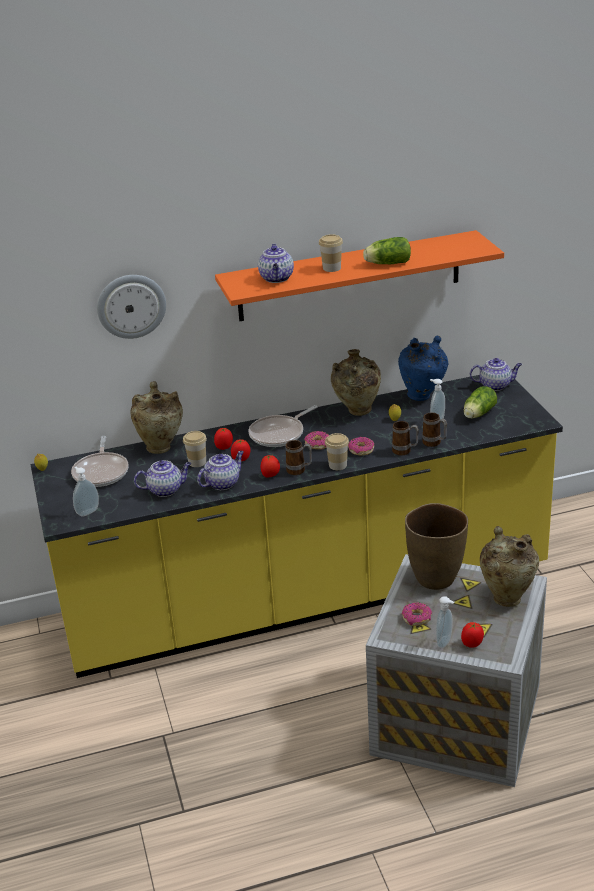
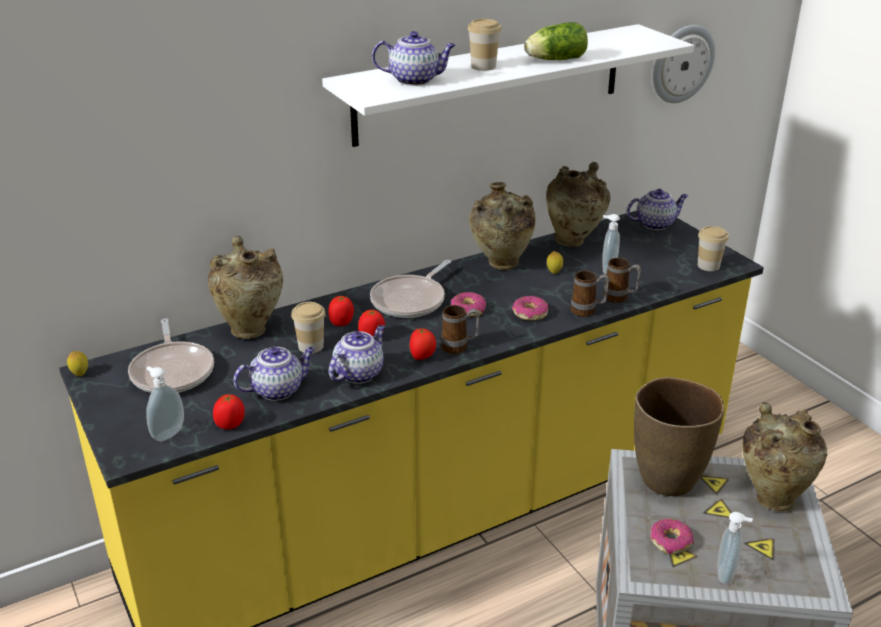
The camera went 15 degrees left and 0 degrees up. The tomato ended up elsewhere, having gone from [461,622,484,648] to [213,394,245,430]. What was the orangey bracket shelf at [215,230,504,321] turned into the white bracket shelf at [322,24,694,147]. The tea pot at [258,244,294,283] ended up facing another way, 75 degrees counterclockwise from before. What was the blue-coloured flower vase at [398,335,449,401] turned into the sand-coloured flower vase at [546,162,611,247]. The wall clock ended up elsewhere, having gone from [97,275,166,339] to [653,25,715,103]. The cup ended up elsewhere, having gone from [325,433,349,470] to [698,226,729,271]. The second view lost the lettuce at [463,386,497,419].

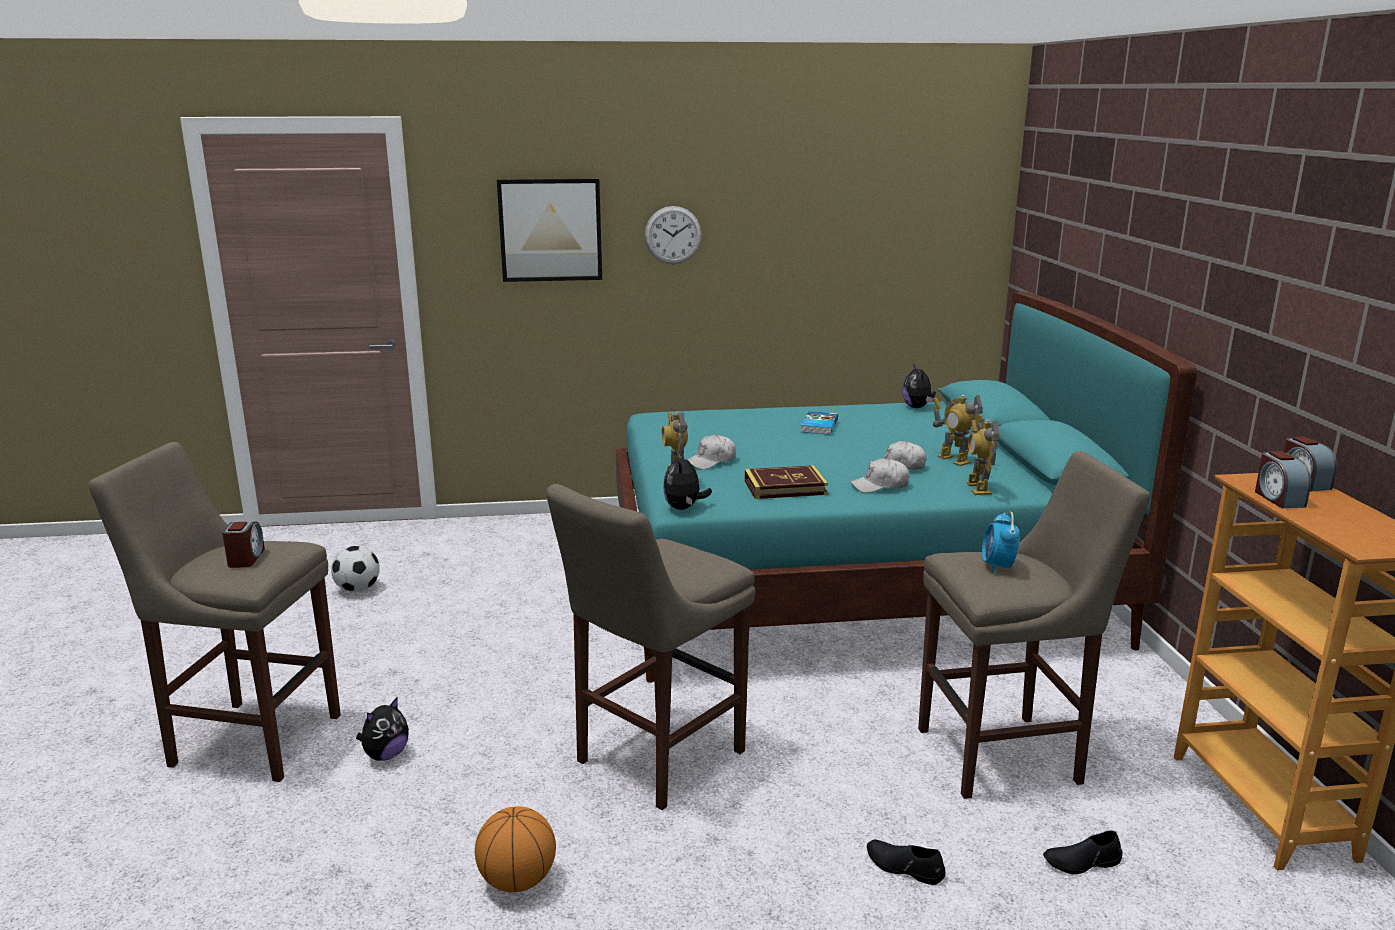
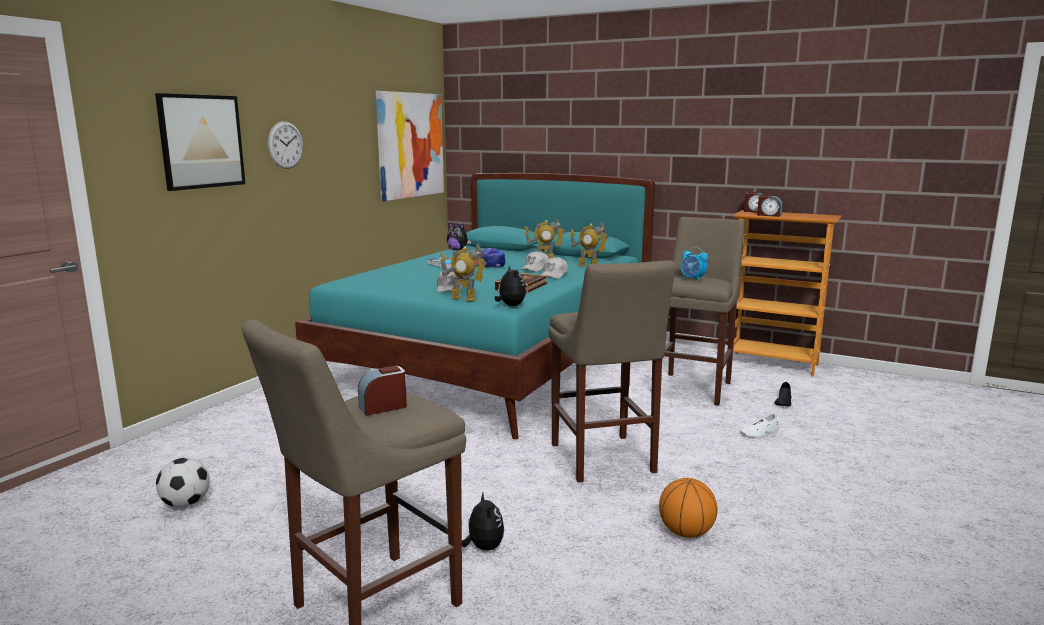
The camera went 55 degrees left and 5 degrees down. The bedside clock at [222,521,265,568] ended up facing another way, 60 degrees counterclockwise from before. The second view gained the wall picture at [376,91,444,201]. The second view gained the baseball cap at [475,248,505,267]. The cuddly toy at [663,450,712,510] ended up facing another way, 150 degrees counterclockwise from before. What was the black-coloured low shoe at [867,840,946,885] turned into the white low shoe at [740,414,779,438].

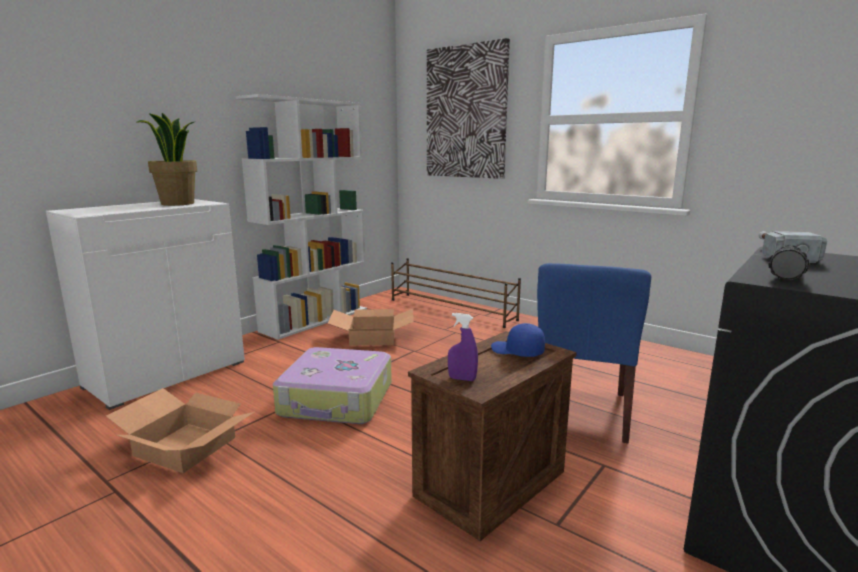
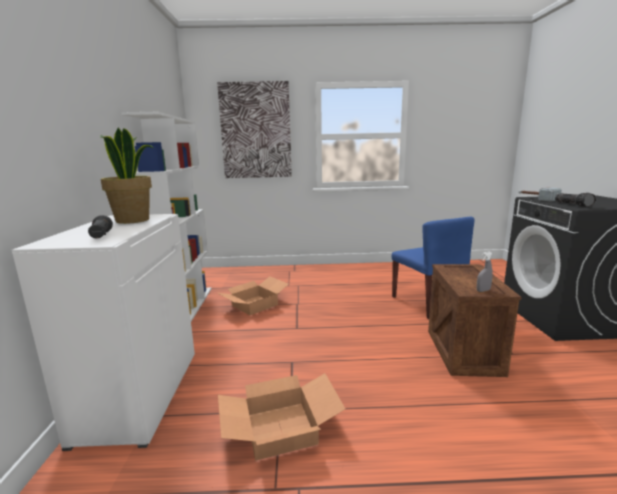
The camera went 40 degrees left and 0 degrees up. The second view gained the black-coloured flashlight at [88,215,113,238]. What was the purplish hand sprayer at [448,313,478,381] turned into the greyish hand sprayer at [477,252,493,292]. The second view lost the suitcase at [273,347,392,424]. The second view lost the brown-coloured shoe stand at [391,258,521,328]. The second view lost the blue-coloured baseball cap at [491,323,545,357].

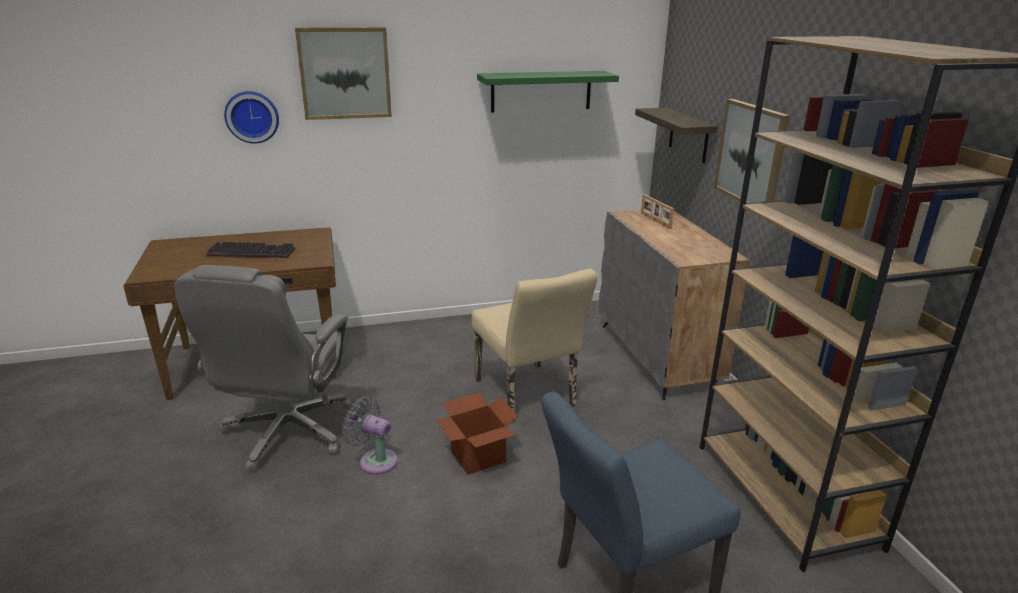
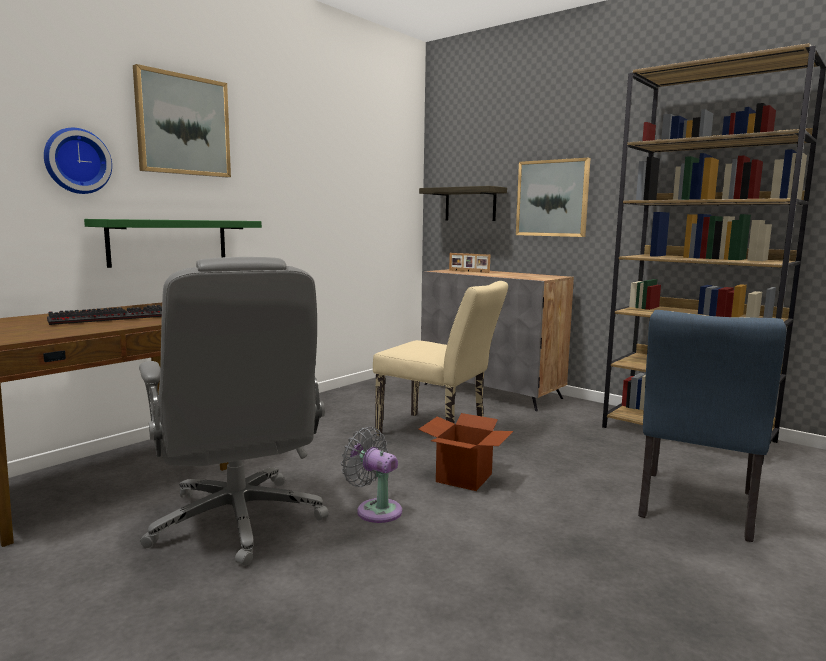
The camera went 35 degrees left and 15 degrees down. The green bracket shelf ended up elsewhere, having gone from [477,71,619,112] to [84,219,262,268]. The greyish cooling fan at [342,396,398,475] ended up facing another way, 45 degrees clockwise from before.

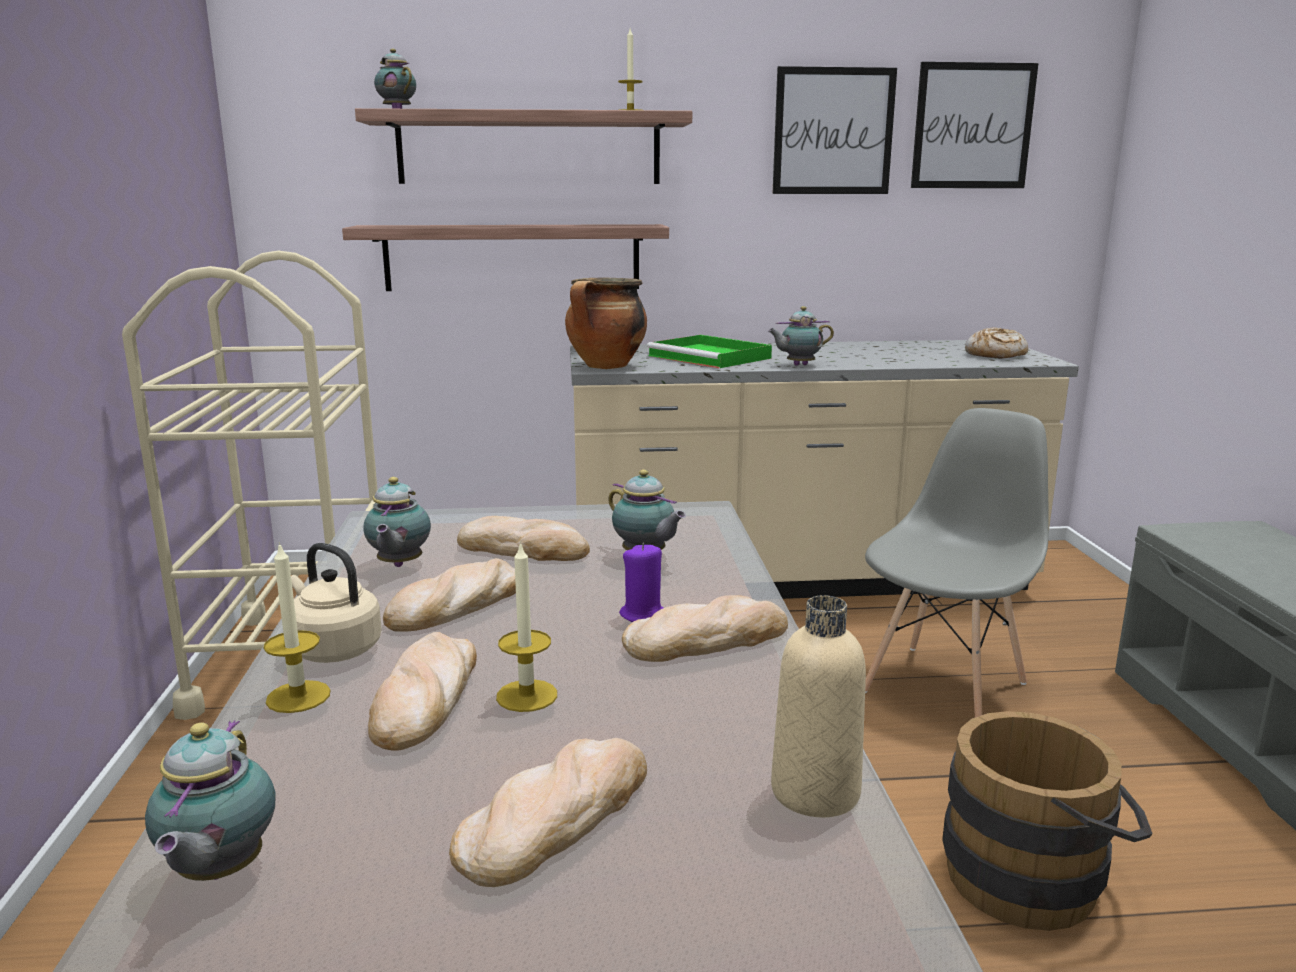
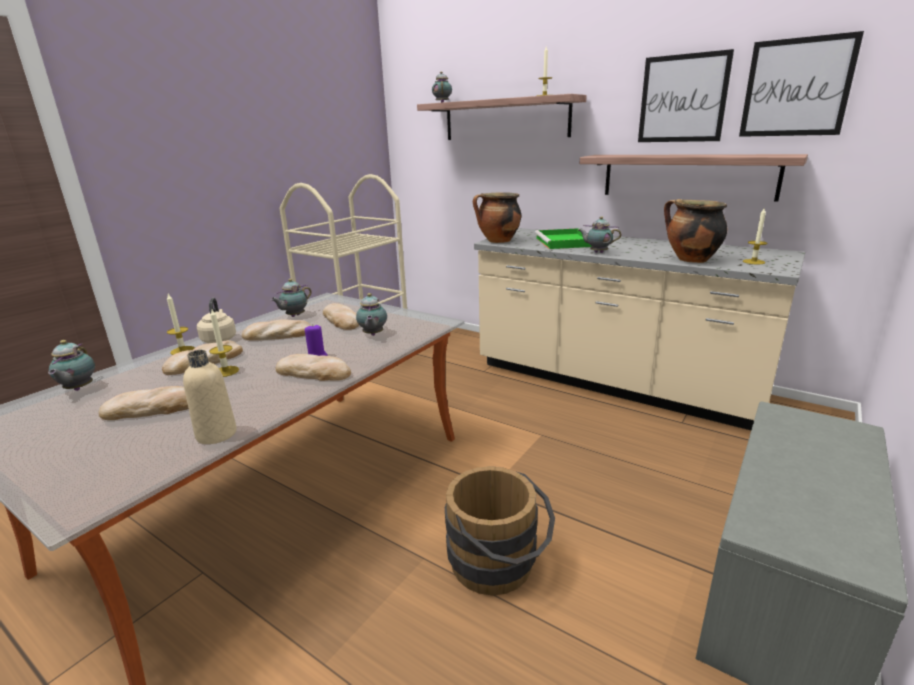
The camera went 40 degrees right and 5 degrees up. The tea pot at [145,720,275,881] ended up facing another way, 45 degrees counterclockwise from before. The bracket shelf ended up elsewhere, having gone from [342,224,669,291] to [579,154,808,202]. The second view gained the stockpot at [664,199,728,263]. Where the baked bread stood at [965,327,1028,358], the candle came to stand at [743,208,767,264]. The second view lost the greyish chair at [865,408,1049,717].

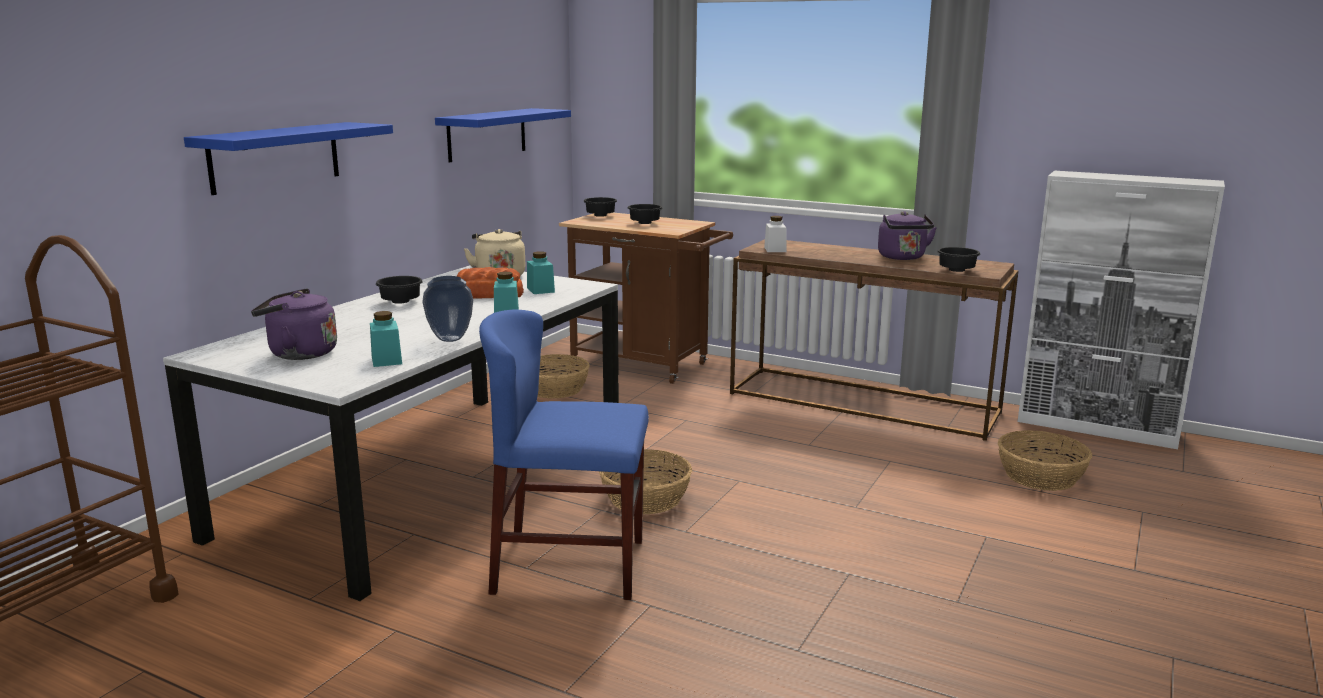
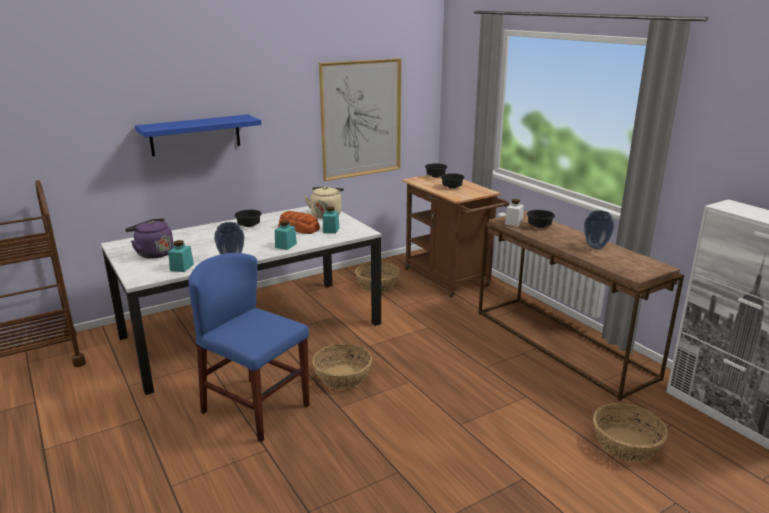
The camera went 30 degrees right and 5 degrees up. Where the blue-coloured bracket shelf hung at [435,108,571,162], the wall picture came to hang at [319,58,402,181]. The black-coloured bowl ended up elsewhere, having gone from [937,247,980,272] to [527,210,555,228]. Where the purplish kettle stood at [878,211,937,260], the flower vase came to stand at [584,210,614,249].

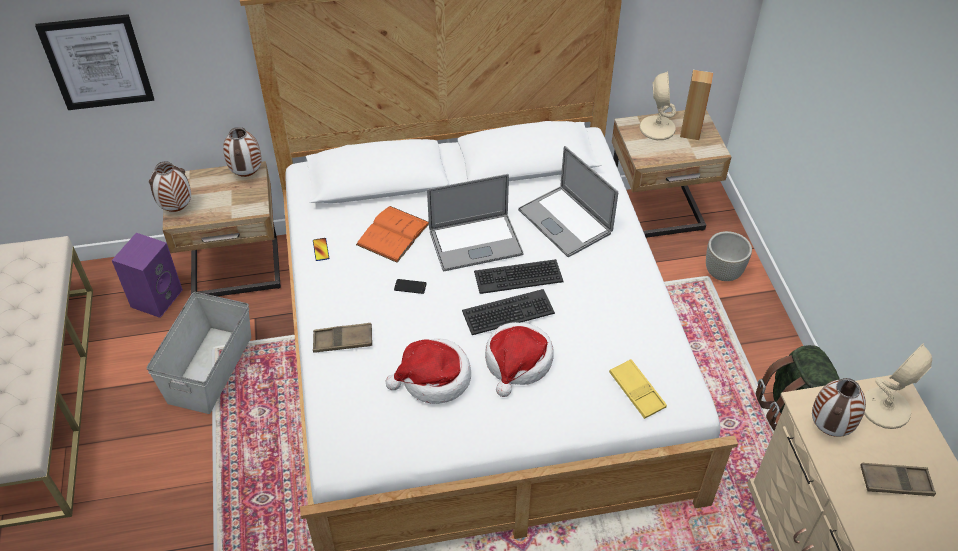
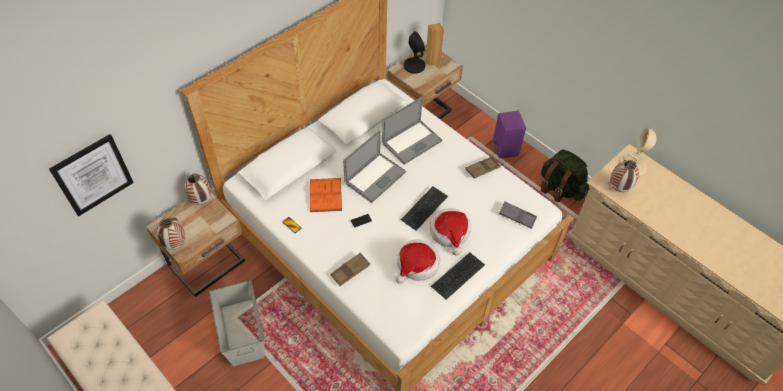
The camera went 35 degrees left and 5 degrees up. The notebook computer at [518,146,618,257] ended up facing another way, 60 degrees counterclockwise from before. What was the sand-coloured table lamp at [640,71,676,140] turned into the black-coloured table lamp at [404,31,426,73]. The PC keyboard ended up elsewhere, having gone from [474,259,564,294] to [431,252,485,300]. The brown-coloured carrying tray ended up elsewhere, having gone from [860,463,936,496] to [465,156,501,179]. The purplish audio speaker ended up elsewhere, having gone from [112,233,183,318] to [493,111,526,158]. What was the yellow-coloured carrying tray at [609,359,667,419] turned into the greyish carrying tray at [499,202,537,229]. The second view lost the greyish planter at [706,231,752,281].

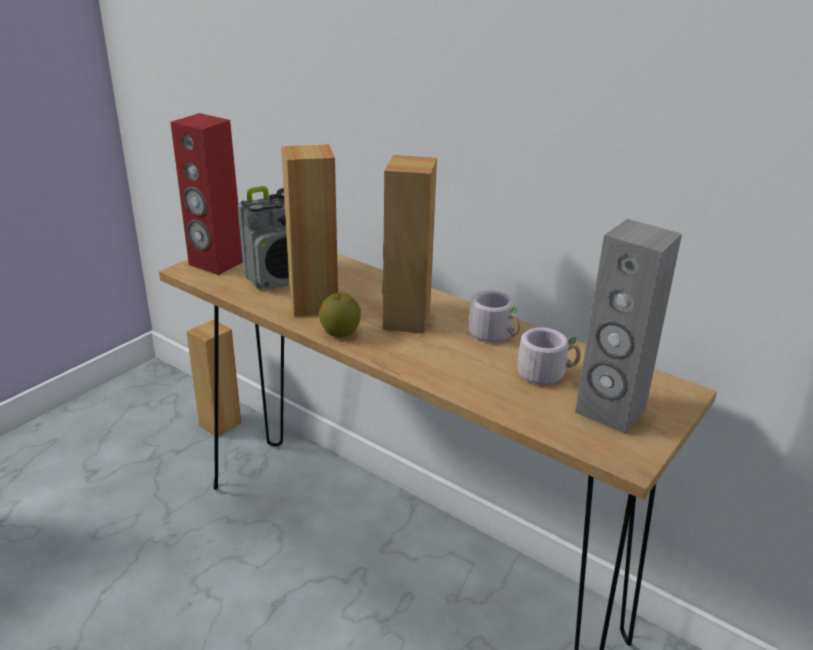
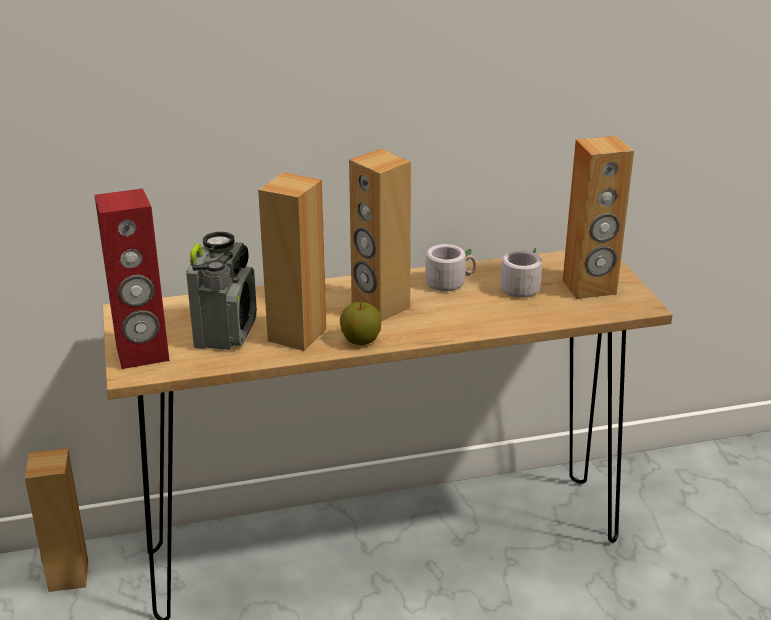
The camera went 50 degrees left and 0 degrees up. What was the greyish audio speaker at [575,219,682,434] turned into the brown-coloured audio speaker at [563,136,634,299].

